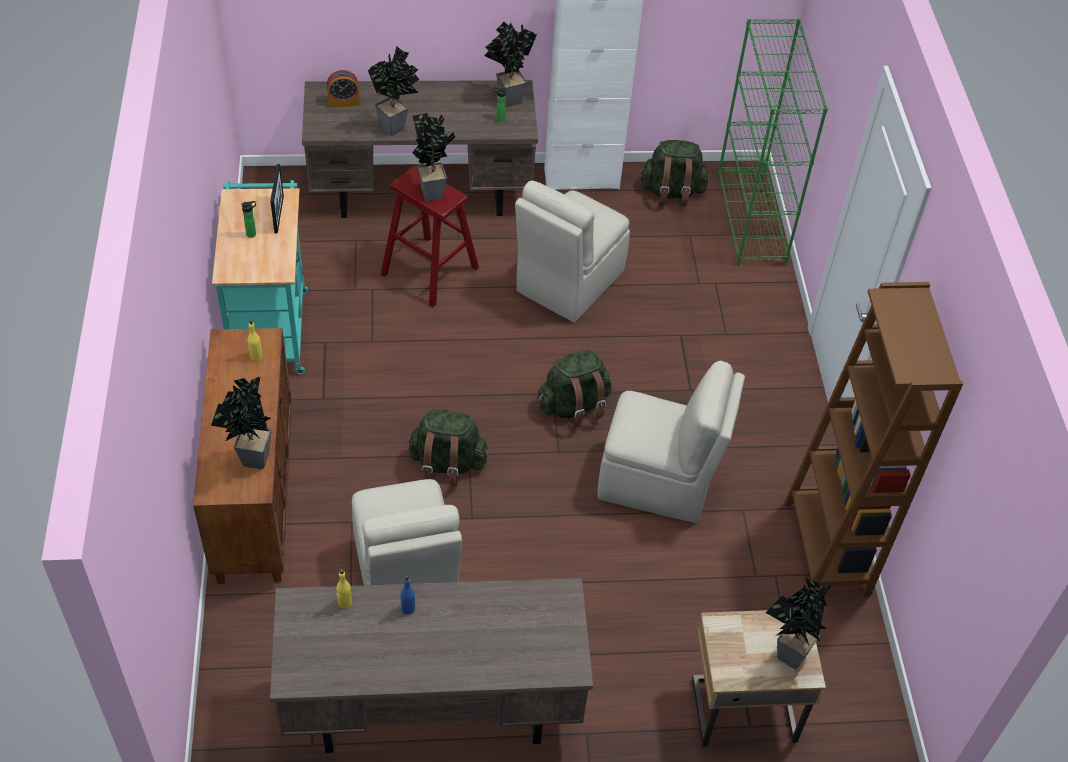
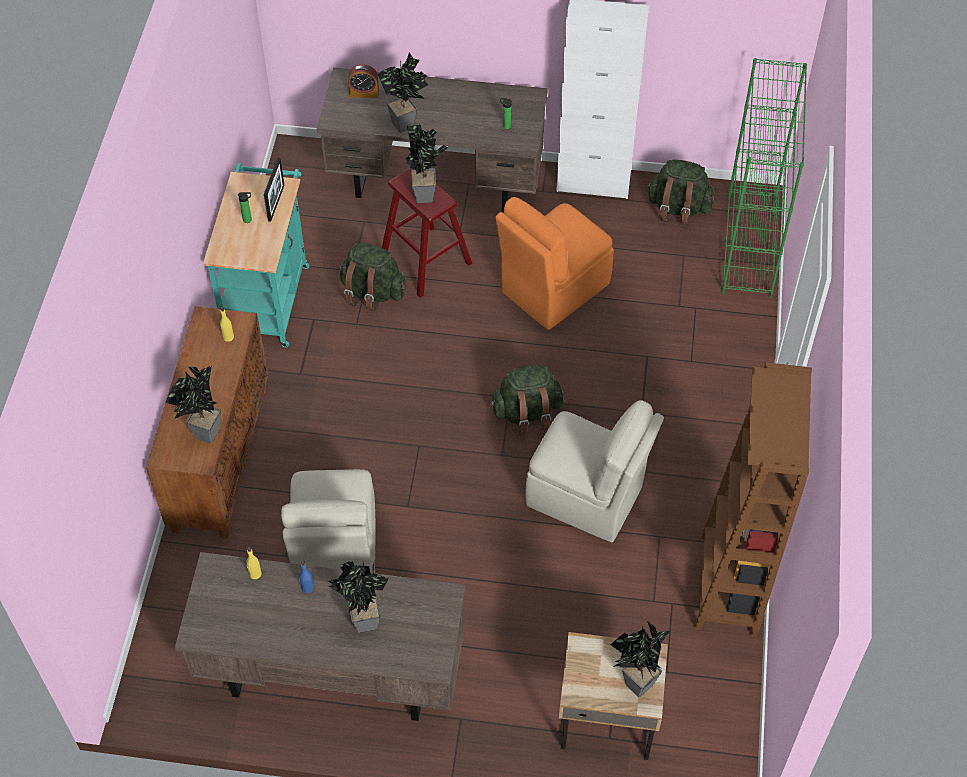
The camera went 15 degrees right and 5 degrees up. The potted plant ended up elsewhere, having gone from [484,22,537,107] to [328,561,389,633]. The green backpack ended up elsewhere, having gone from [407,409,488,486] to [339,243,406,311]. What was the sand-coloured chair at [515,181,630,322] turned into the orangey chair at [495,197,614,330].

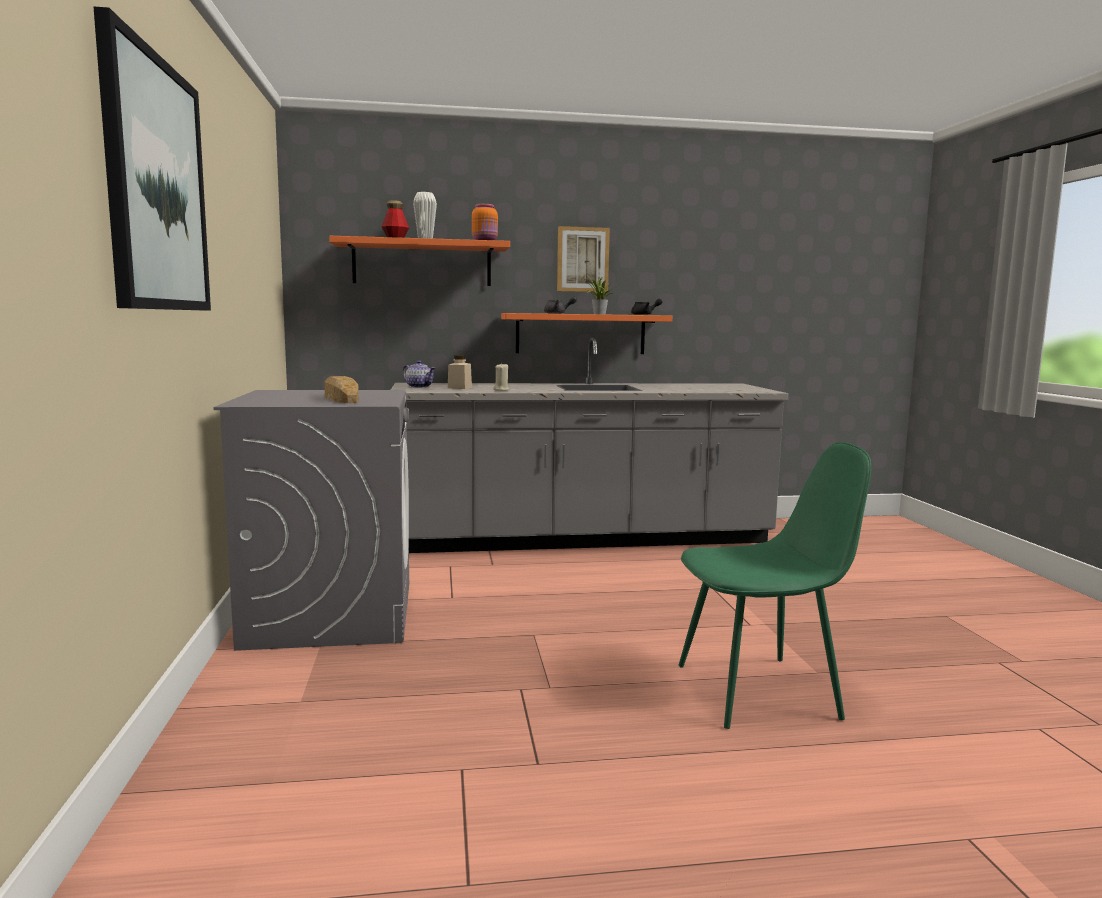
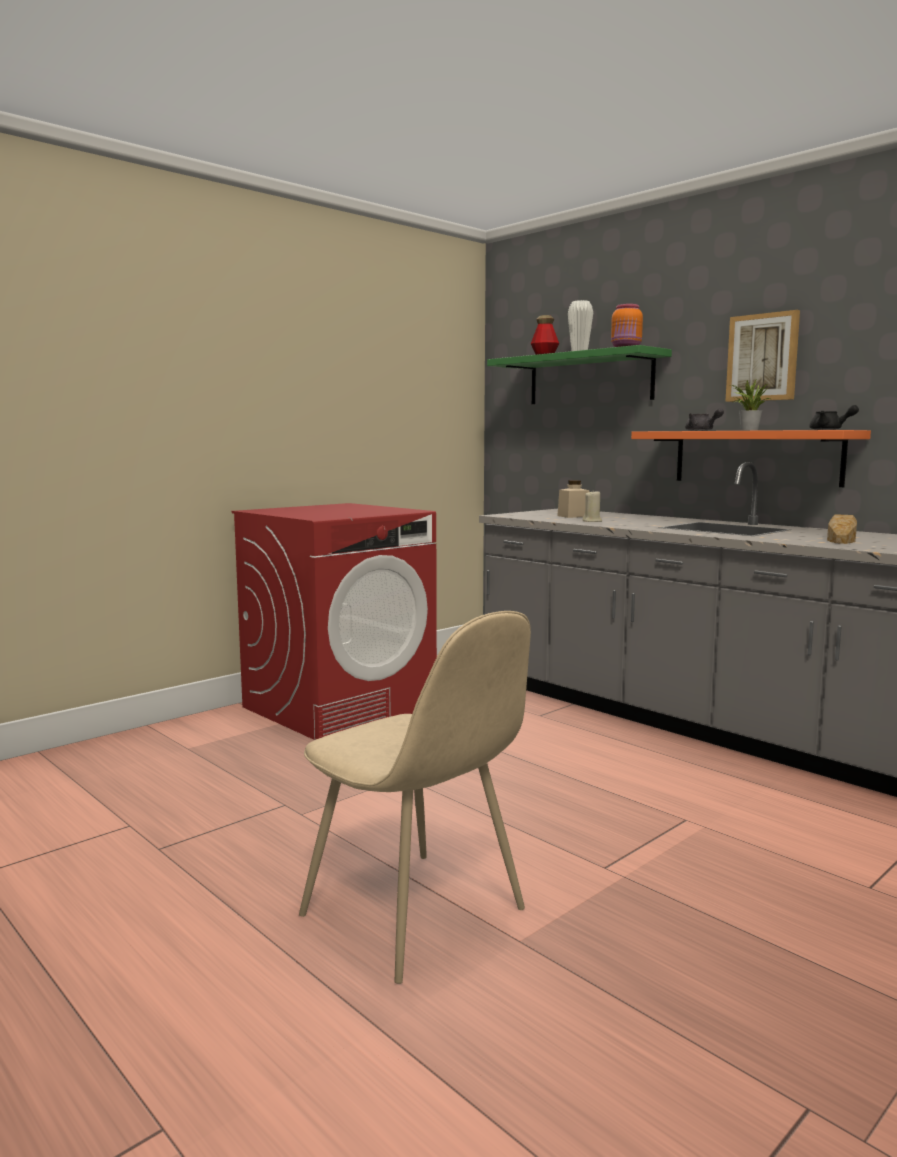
The camera went 55 degrees right and 0 degrees up. What was the greyish laundry machine at [213,390,409,651] turned into the reddish laundry machine at [232,503,437,740]. What was the green chair at [679,442,871,729] turned into the sand-coloured chair at [299,611,531,984]. What was the orangey bracket shelf at [329,236,510,286] turned into the green bracket shelf at [487,345,672,404]. The baked bread ended up elsewhere, having gone from [324,376,359,403] to [827,514,857,544]. The second view lost the wall picture at [93,6,211,311]. The second view lost the tea pot at [402,360,436,388].

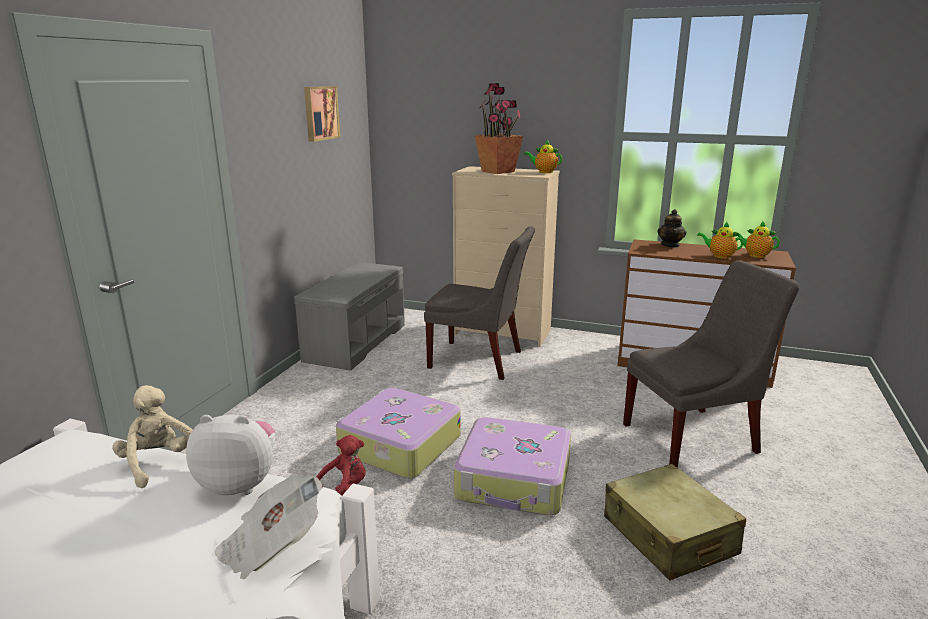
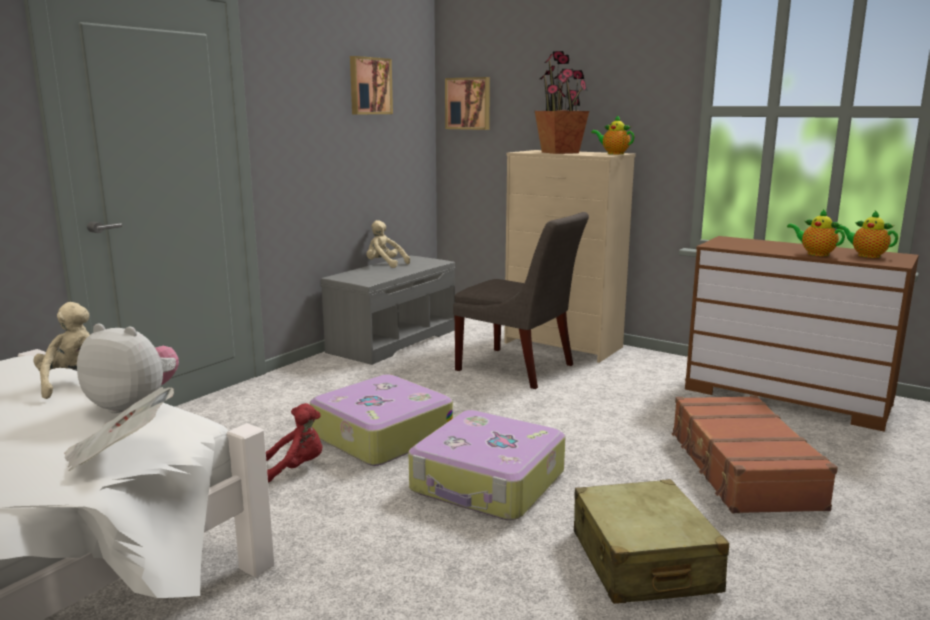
The camera went 15 degrees right and 5 degrees down. The second view gained the sand-coloured cuddly toy at [367,220,410,268]. The second view gained the wall picture at [445,77,490,130]. Where the greyish chair stood at [623,260,799,468], the brown-coloured suitcase came to stand at [671,395,838,513]. The second view lost the tea pot at [658,209,687,248].

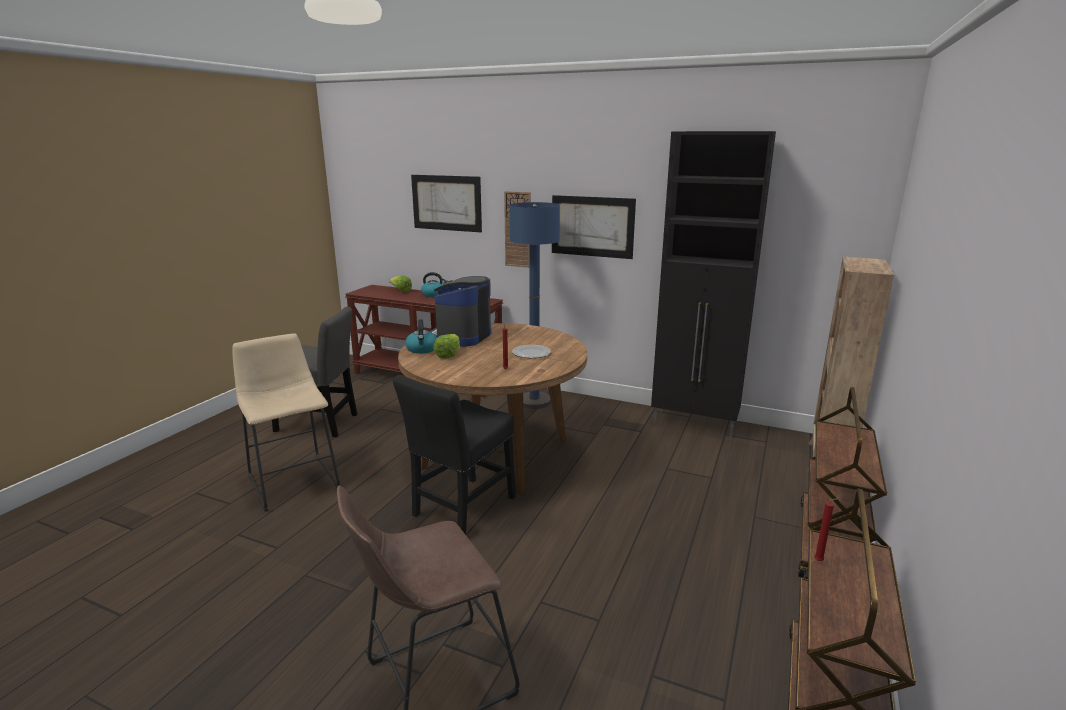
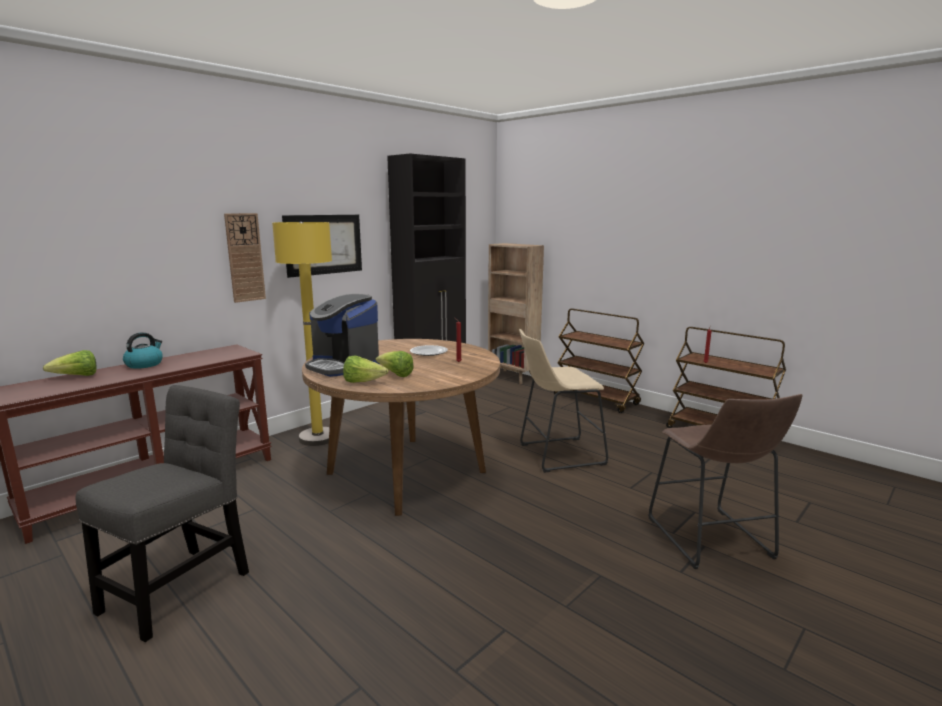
The camera went 70 degrees left and 5 degrees down. What was the blue-coloured standing lamp at [509,202,560,409] turned into the yellow-coloured standing lamp at [272,222,332,446]. Where the kettle stood at [405,319,437,354], the lettuce came to stand at [343,356,388,383]. The sand-coloured stool ended up elsewhere, having gone from [232,333,340,511] to [519,329,608,473]. The second view lost the black-coloured chair at [393,375,516,535]. The second view lost the wall picture at [411,175,482,232].

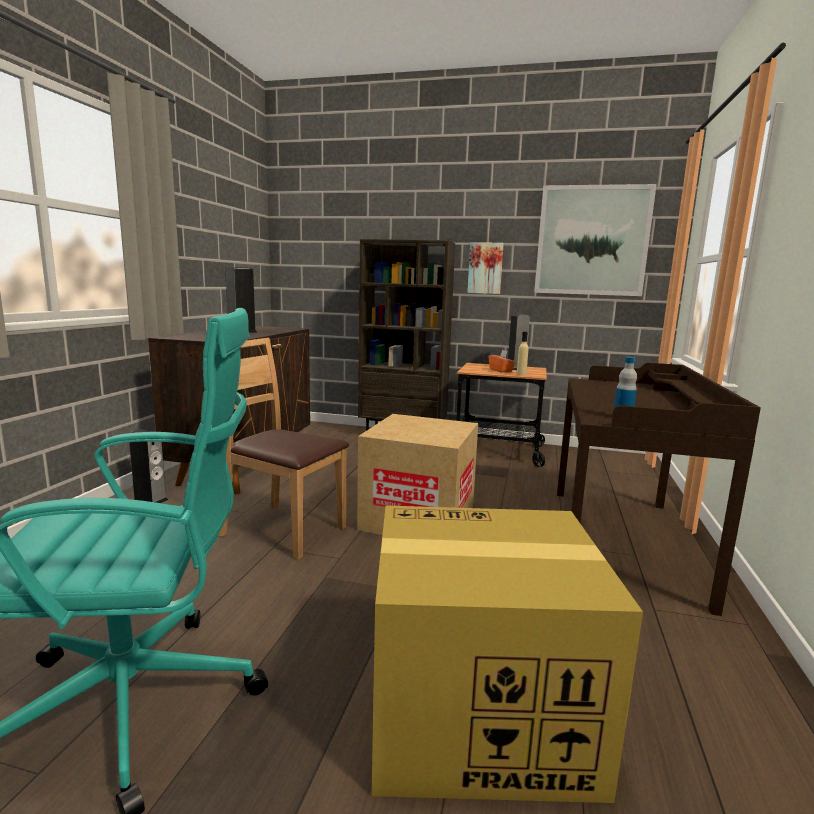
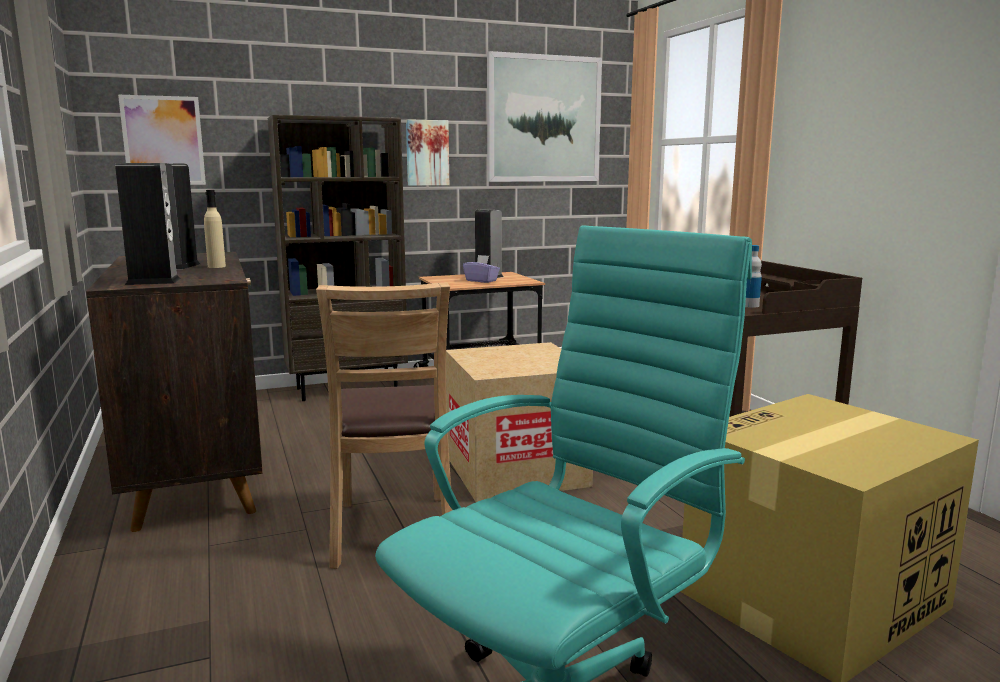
The camera went 35 degrees left and 0 degrees up. The audio speaker ended up elsewhere, having gone from [129,429,168,503] to [115,163,180,285]. The second view gained the wall picture at [118,95,206,185]. The sand-coloured beverage bottle ended up elsewhere, having gone from [517,332,528,376] to [204,190,226,268]. The brown-coloured chair at [218,338,349,560] ended up facing another way, 90 degrees counterclockwise from before. What was the orangey tissue holder at [489,350,516,372] turned into the purplish tissue holder at [463,255,500,283].

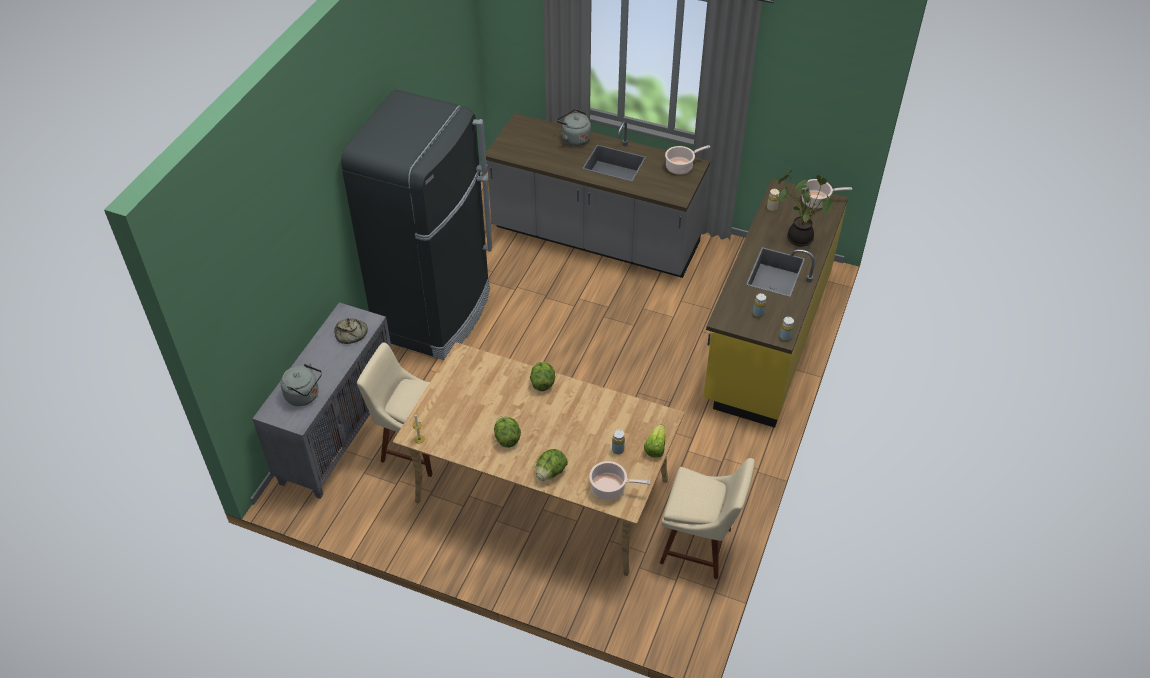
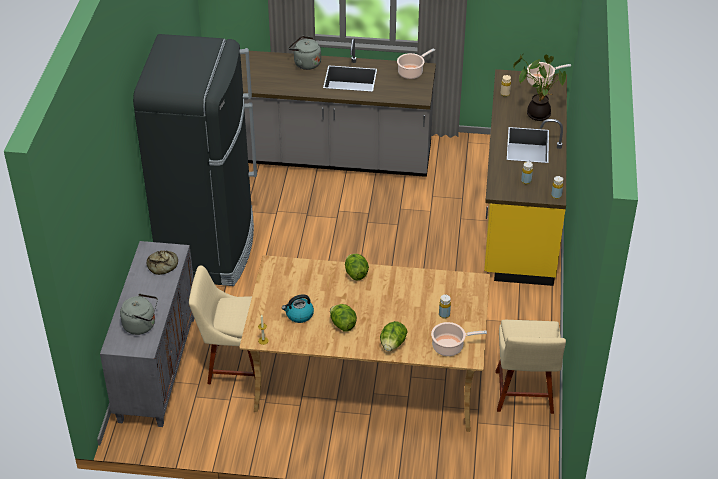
The camera went 15 degrees left and 5 degrees down. The second view gained the kettle at [282,294,314,323]. The sand-coloured chair at [660,458,755,579] ended up facing another way, 90 degrees clockwise from before. The second view lost the lettuce at [644,425,665,458].

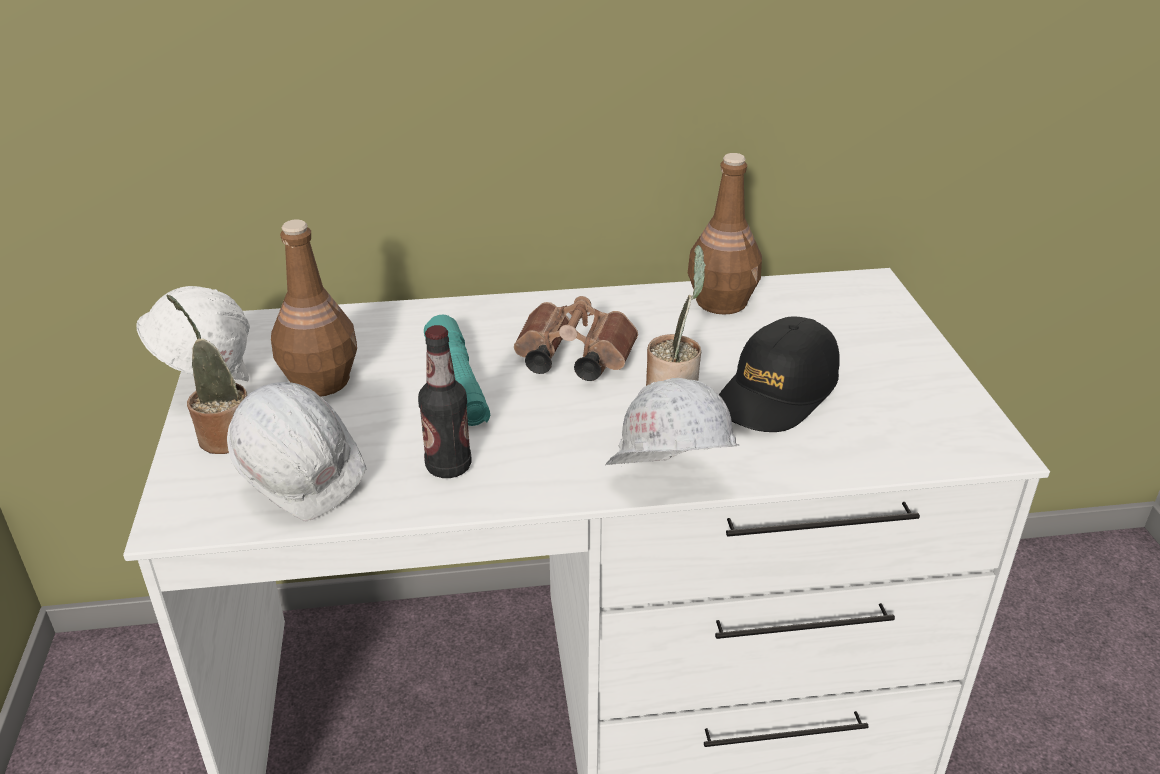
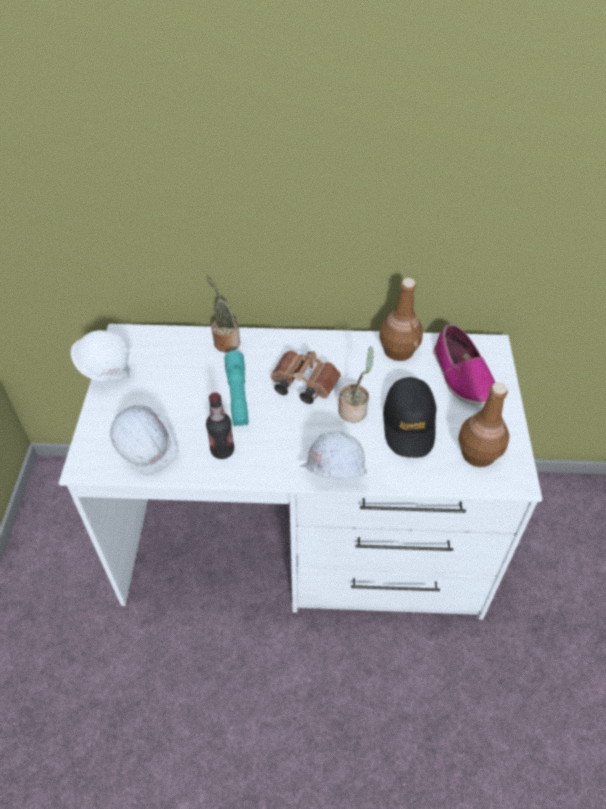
The camera went 10 degrees right and 15 degrees up. The potted plant ended up elsewhere, having gone from [166,295,247,454] to [207,279,240,352]. The black-coloured baseball cap at [719,316,840,432] ended up facing another way, 45 degrees counterclockwise from before. The second view gained the low shoe at [434,324,495,405]. The brown-coloured beverage bottle ended up elsewhere, having gone from [271,220,357,397] to [458,382,510,467].

